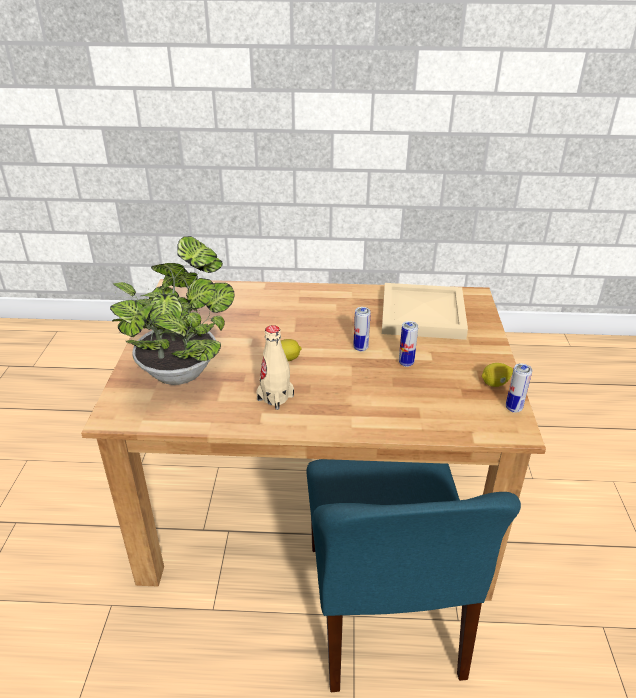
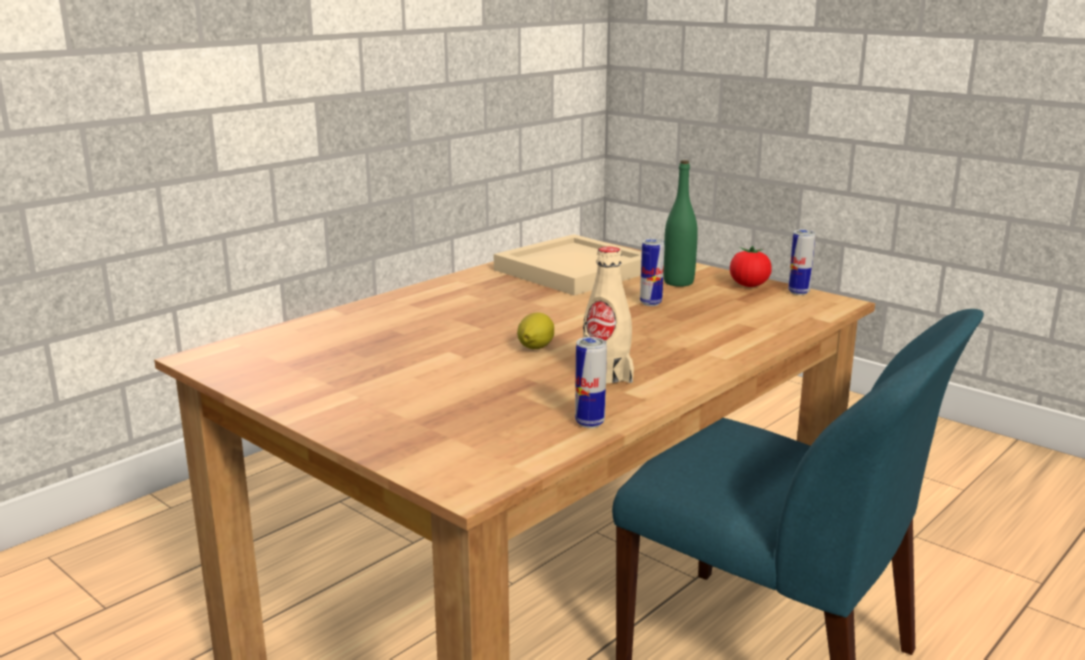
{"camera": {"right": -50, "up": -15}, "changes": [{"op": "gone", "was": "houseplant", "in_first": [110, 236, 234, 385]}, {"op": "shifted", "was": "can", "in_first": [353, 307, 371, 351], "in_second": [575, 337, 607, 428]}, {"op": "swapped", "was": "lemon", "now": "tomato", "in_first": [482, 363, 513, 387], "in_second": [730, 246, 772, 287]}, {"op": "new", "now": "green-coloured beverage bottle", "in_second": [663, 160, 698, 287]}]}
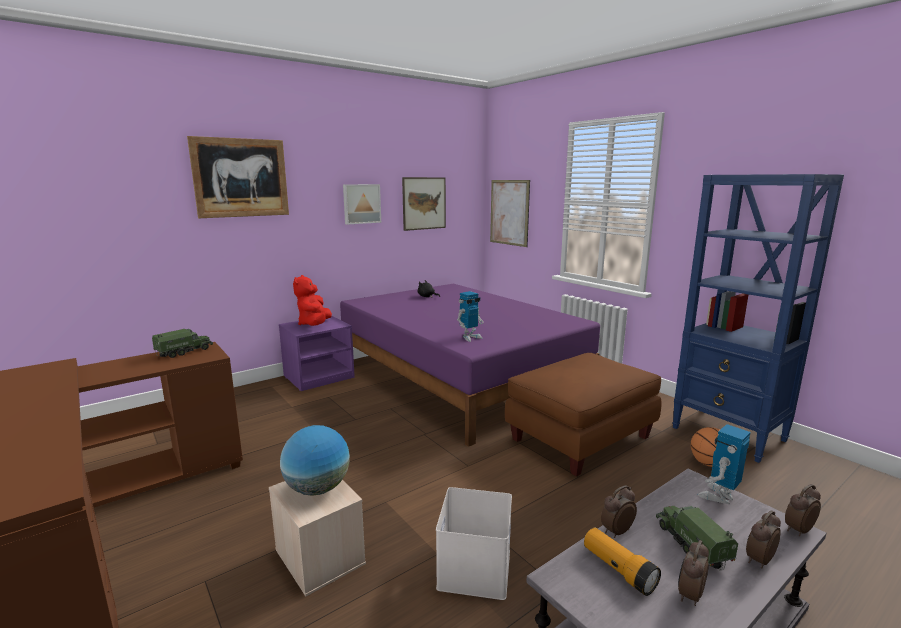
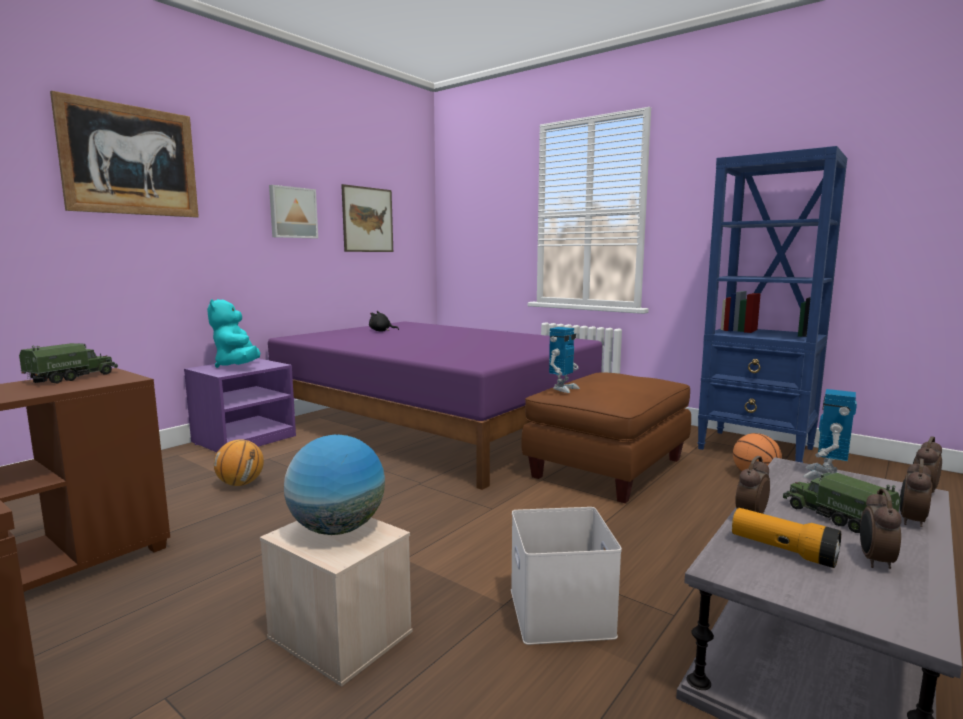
{"camera": {"right": -15, "up": -5}, "changes": [{"op": "gone", "was": "picture", "in_first": [490, 180, 530, 247]}, {"op": "repainted", "was": "reddish plush toy", "now": "turquoise plush toy", "in_first": [293, 275, 332, 326], "in_second": [207, 299, 260, 368]}, {"op": "shifted", "was": "model robot", "in_first": [457, 291, 484, 342], "in_second": [549, 327, 580, 393]}, {"op": "new", "now": "ball for basketball", "in_second": [214, 439, 264, 486]}]}
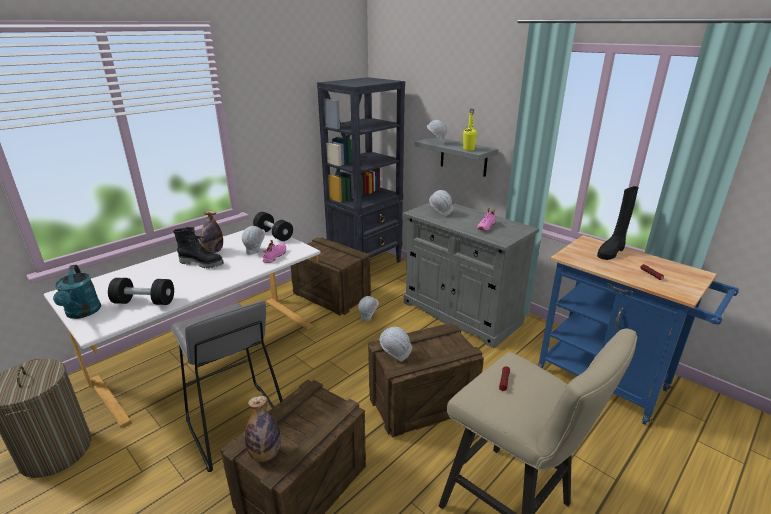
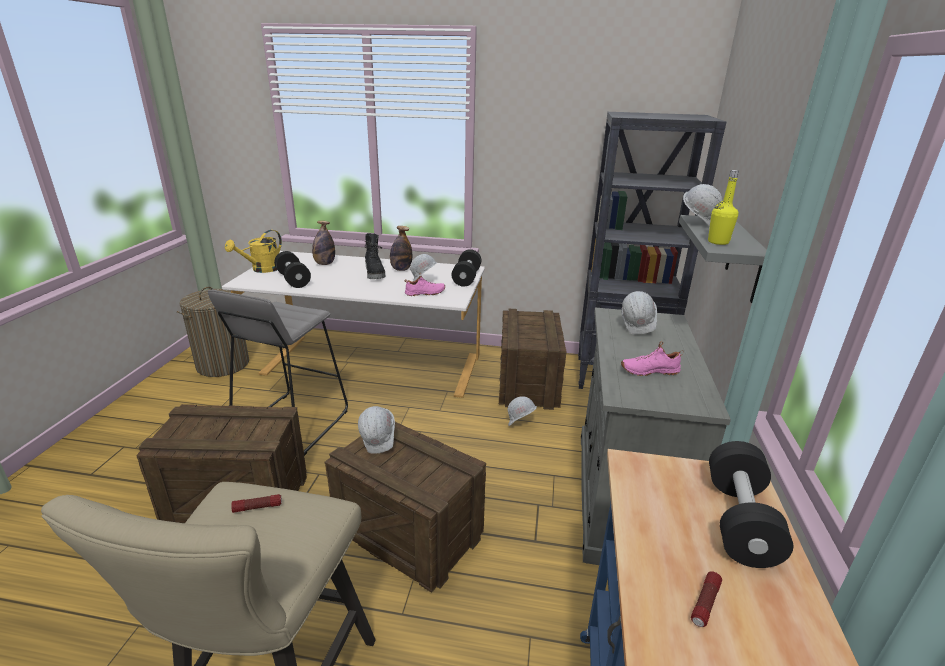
{"camera": {"right": 55, "up": 0}, "changes": [{"op": "swapped", "was": "blackish boot", "now": "blackish dumbbell", "in_first": [597, 186, 639, 260], "in_second": [709, 441, 793, 568]}, {"op": "repainted", "was": "turquoise watering pot", "now": "yellow-coloured watering pot", "in_first": [53, 265, 101, 319], "in_second": [225, 230, 282, 273]}, {"op": "shifted", "was": "beverage bottle", "in_first": [245, 396, 281, 462], "in_second": [312, 221, 335, 265]}]}
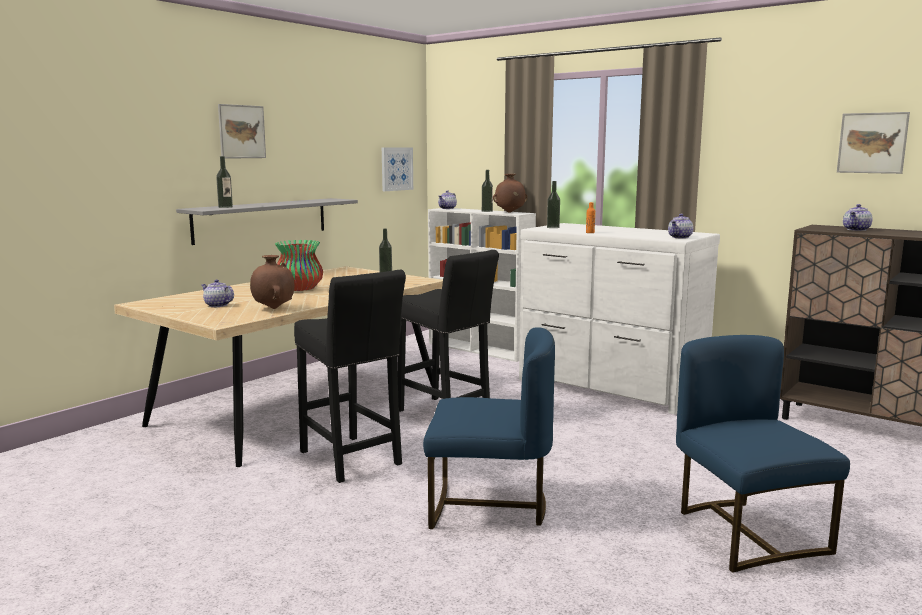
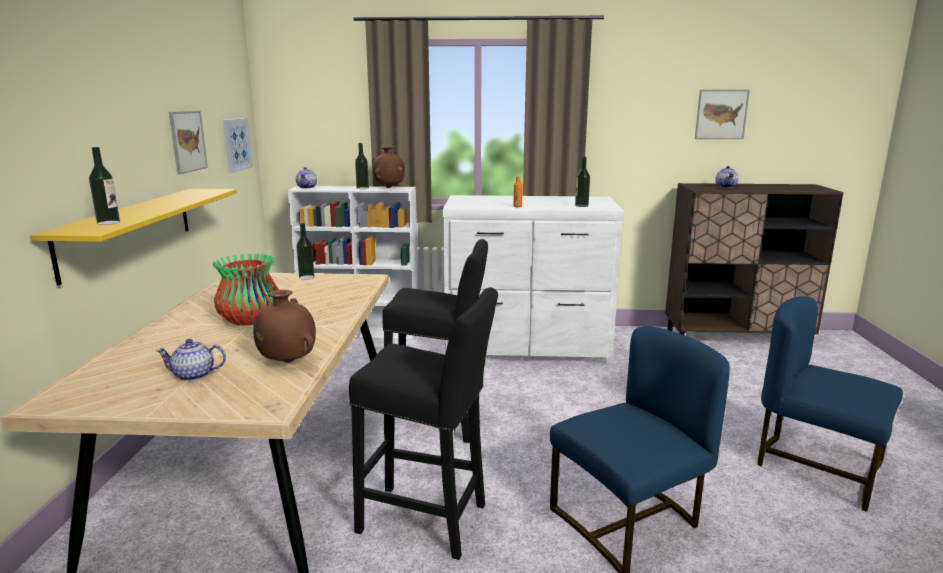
{"camera": {"right": -35, "up": 5}, "changes": [{"op": "shifted", "was": "picture", "in_first": [218, 104, 266, 159], "in_second": [169, 111, 208, 174]}, {"op": "shifted", "was": "beverage bottle", "in_first": [547, 181, 560, 228], "in_second": [575, 157, 590, 207]}, {"op": "repainted", "was": "grey shelf", "now": "yellow-coloured shelf", "in_first": [176, 198, 358, 245], "in_second": [30, 189, 237, 286]}, {"op": "gone", "was": "teapot", "in_first": [668, 214, 693, 239]}]}
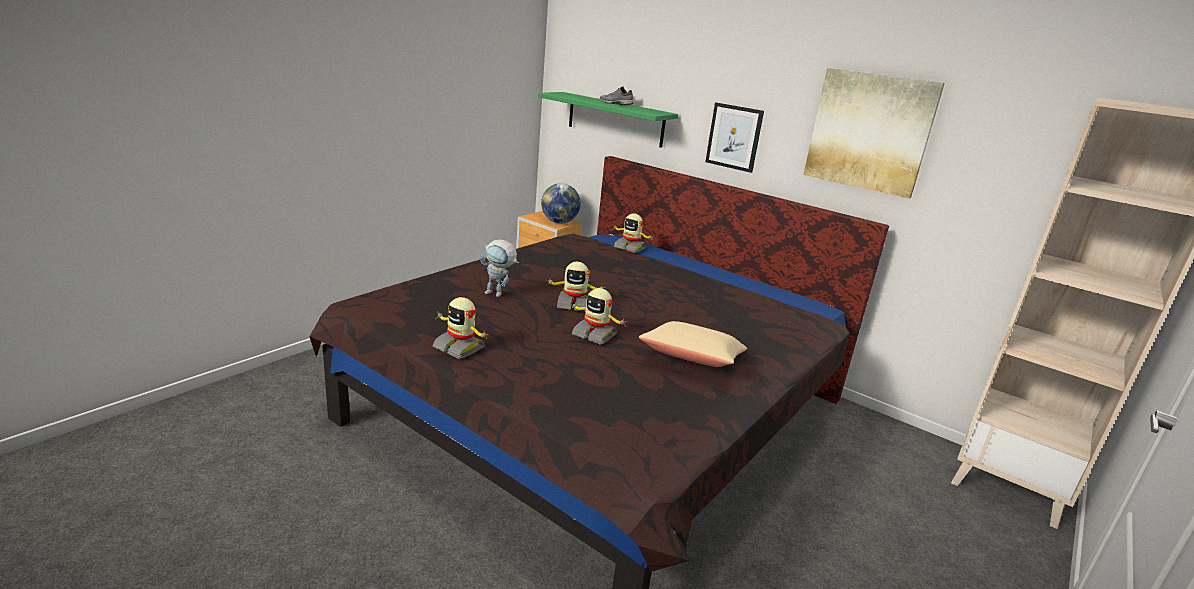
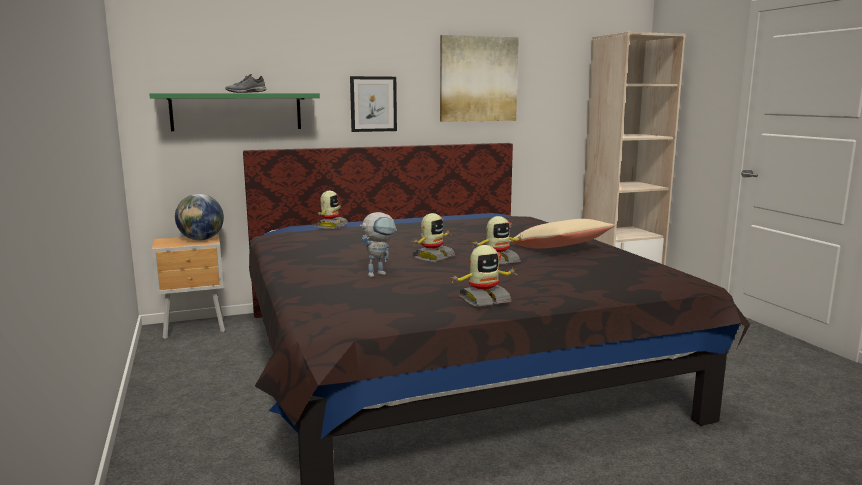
{"camera": {"right": -55, "up": -10}, "changes": [{"op": "rotated", "was": "model robot", "in_first": [612, 213, 652, 253], "in_second": [315, 191, 349, 229], "clockwise": -45}]}
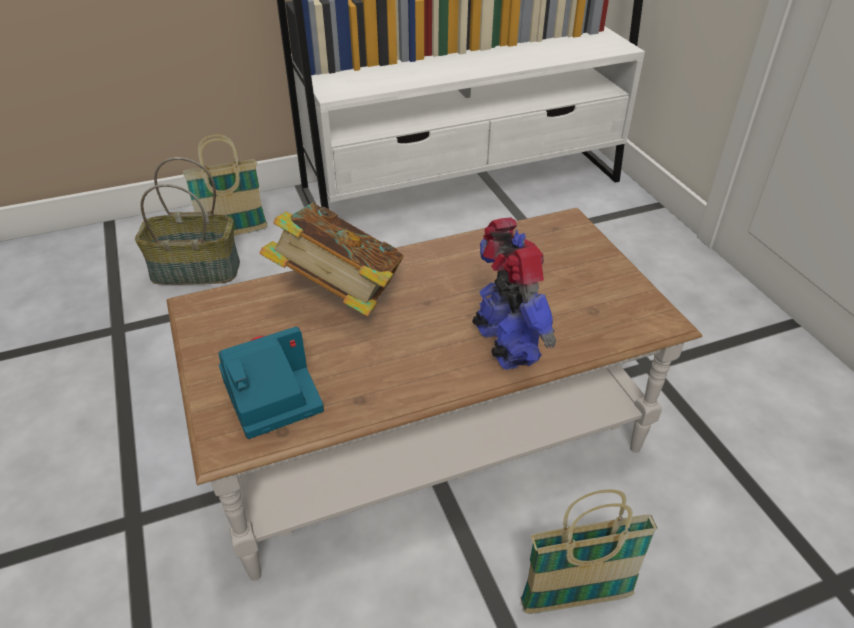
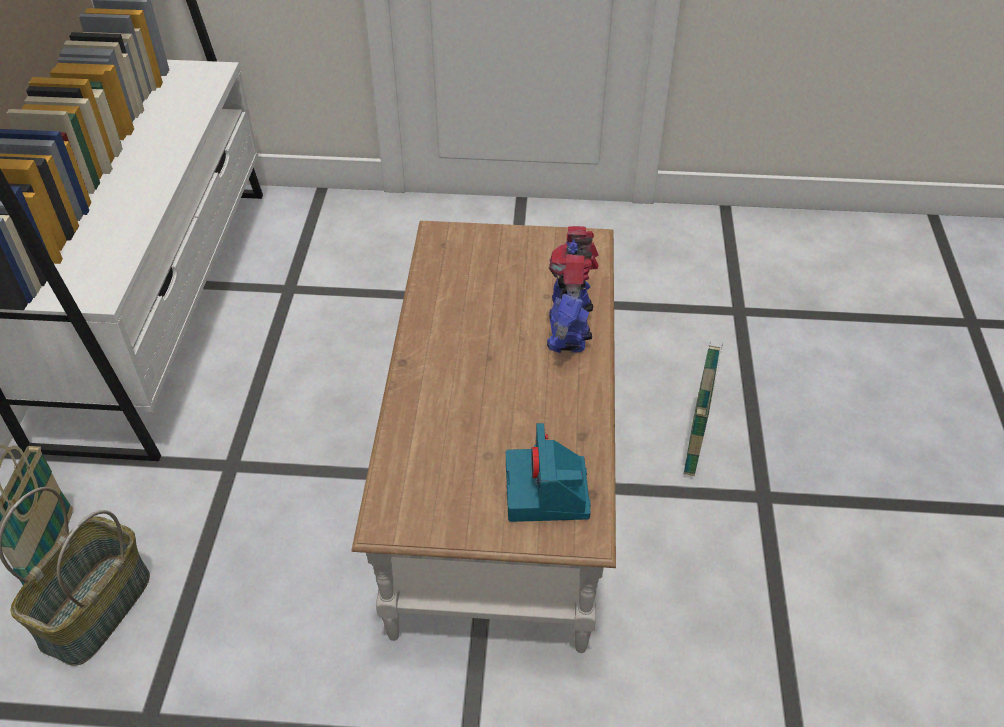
{"camera": {"right": -65, "up": 5}, "changes": [{"op": "gone", "was": "book", "in_first": [259, 203, 404, 317]}, {"op": "rotated", "was": "model robot", "in_first": [472, 217, 556, 370], "in_second": [547, 226, 599, 353], "clockwise": -90}]}
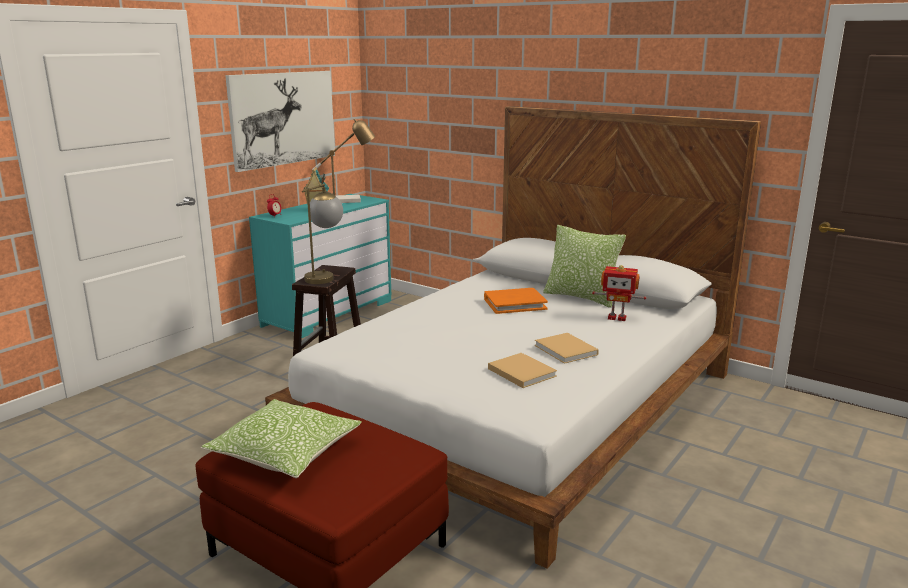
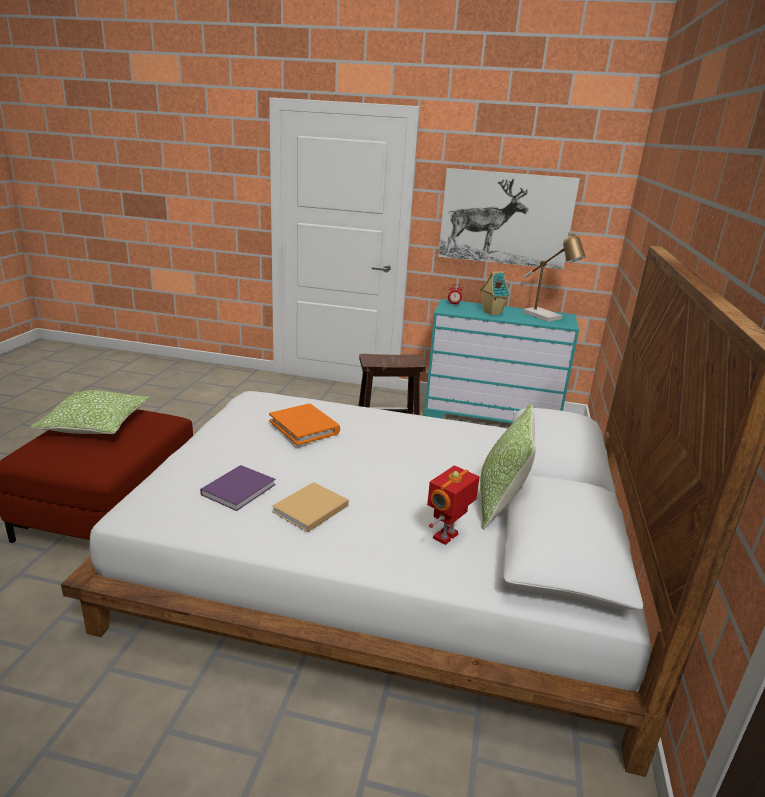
{"camera": {"right": 65, "up": 5}, "changes": [{"op": "gone", "was": "lamp for a table", "in_first": [302, 184, 343, 284]}, {"op": "rotated", "was": "model robot", "in_first": [592, 265, 646, 321], "in_second": [427, 465, 480, 545], "clockwise": 45}, {"op": "shifted", "was": "orangey book", "in_first": [484, 288, 548, 314], "in_second": [269, 403, 340, 445]}, {"op": "repainted", "was": "beige book", "now": "purple book", "in_first": [488, 353, 557, 388], "in_second": [200, 465, 276, 511]}]}
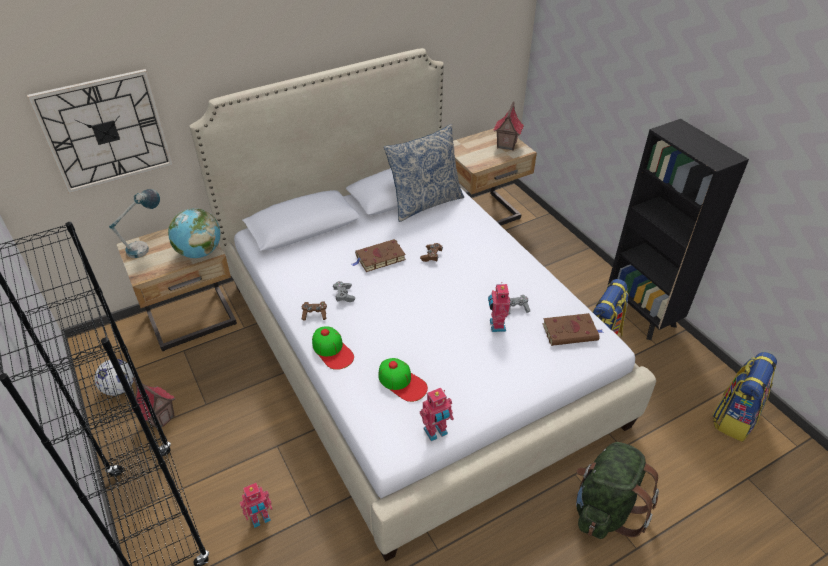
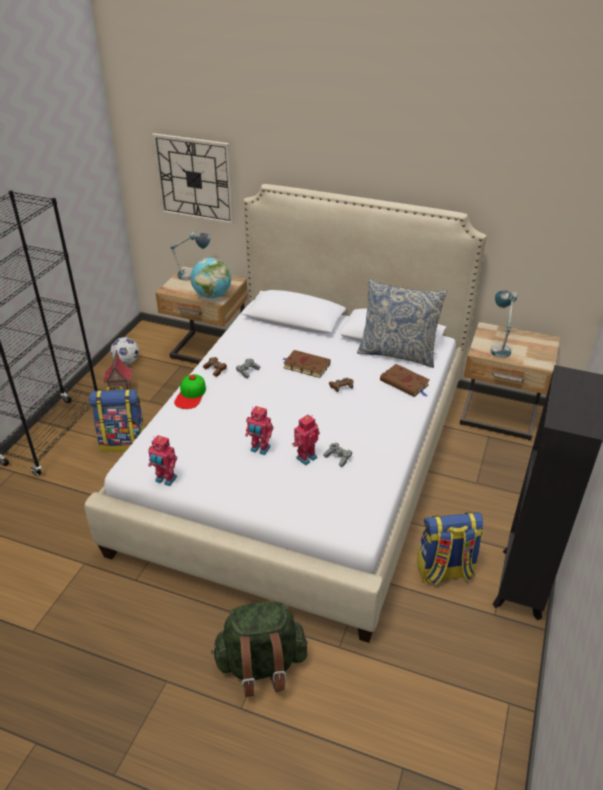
{"camera": {"right": 50, "up": -5}, "changes": [{"op": "gone", "was": "toy house", "in_first": [494, 101, 524, 151]}, {"op": "shifted", "was": "brown-coloured book", "in_first": [542, 313, 603, 346], "in_second": [380, 364, 429, 397]}, {"op": "shifted", "was": "rucksack", "in_first": [712, 352, 777, 442], "in_second": [89, 386, 145, 452]}, {"op": "gone", "was": "baseball cap", "in_first": [378, 358, 428, 402]}, {"op": "shifted", "was": "model robot", "in_first": [240, 483, 272, 528], "in_second": [245, 406, 273, 455]}, {"op": "new", "now": "lamp for a table", "in_second": [491, 291, 518, 358]}]}
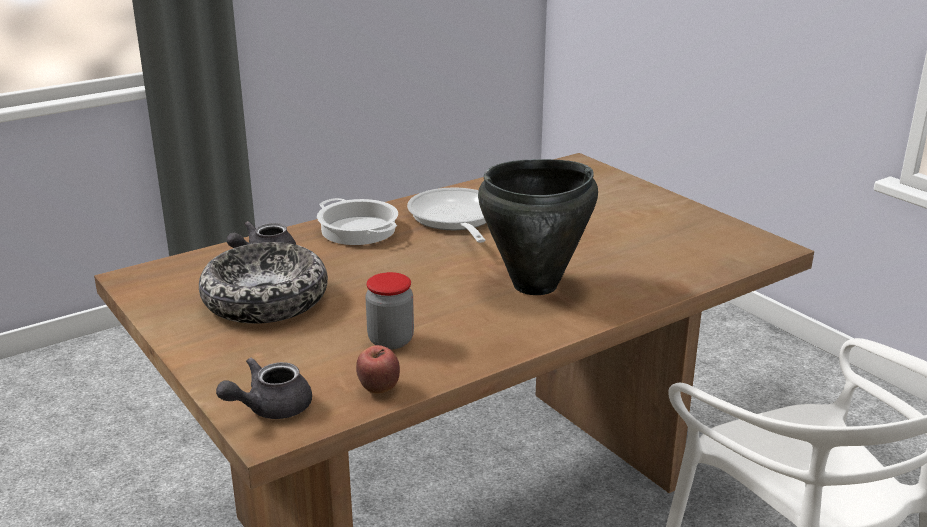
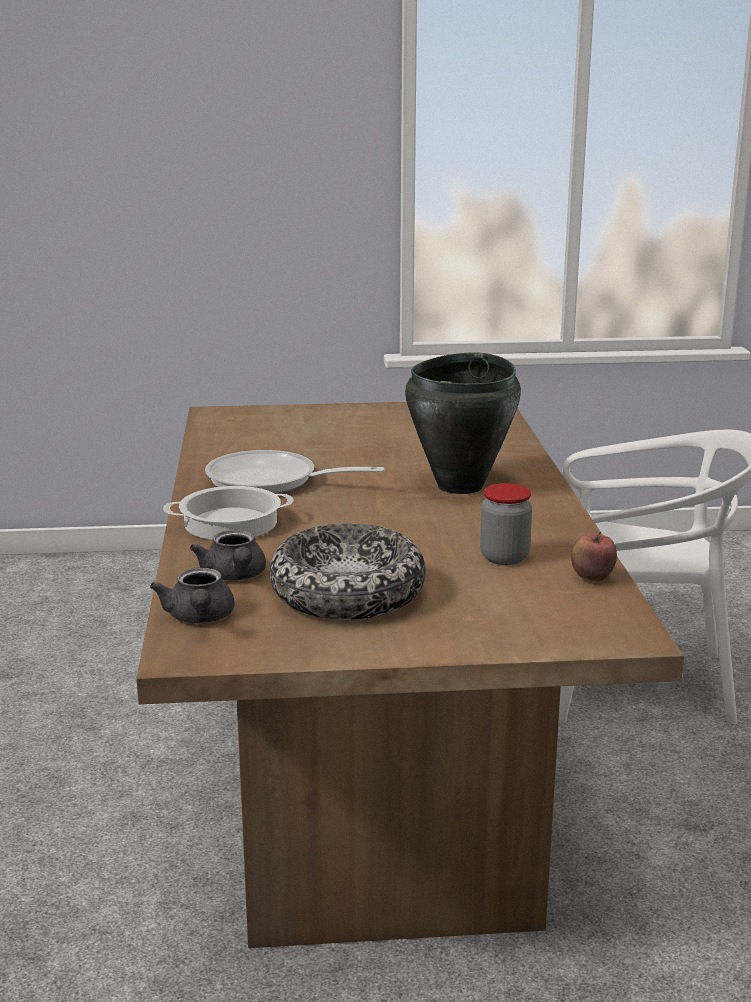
{"camera": {"right": -60, "up": -5}, "changes": [{"op": "shifted", "was": "grey teapot", "in_first": [216, 358, 312, 419], "in_second": [150, 568, 235, 623]}]}
